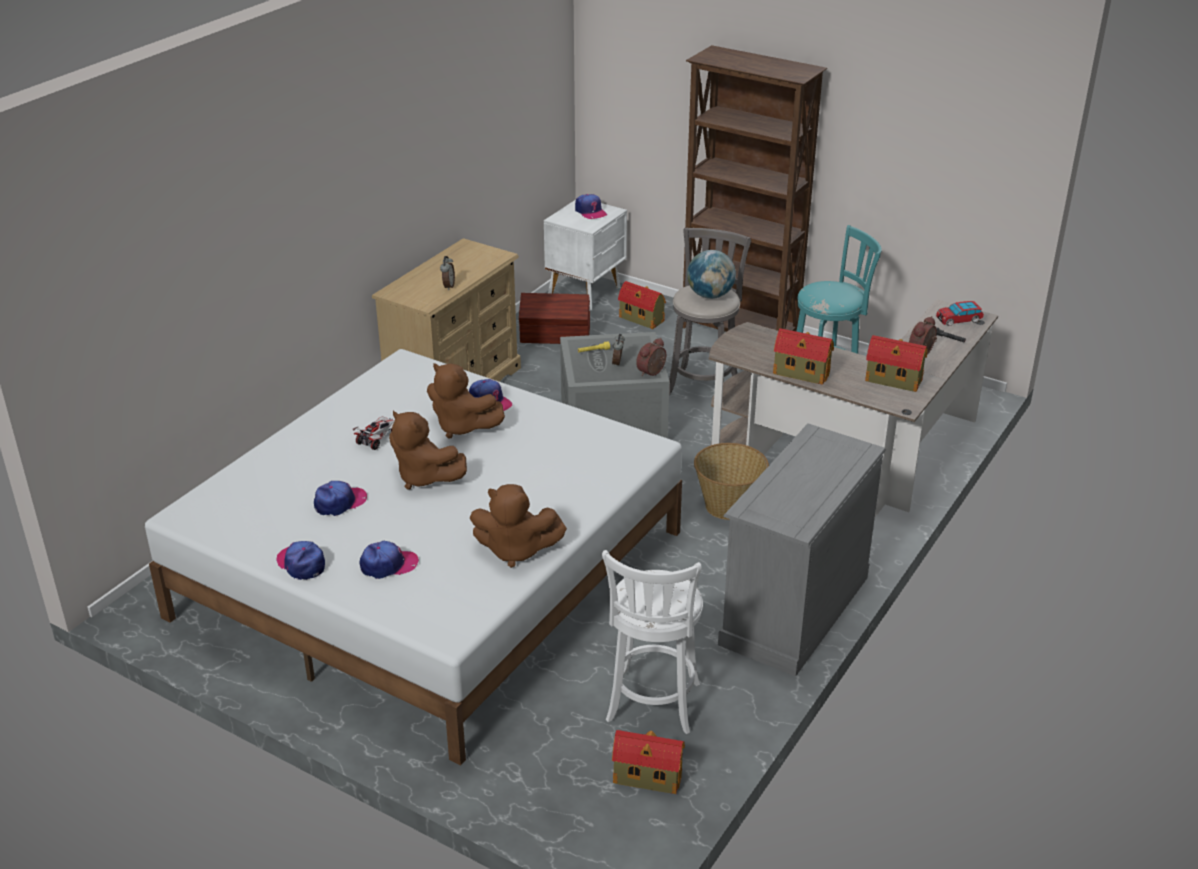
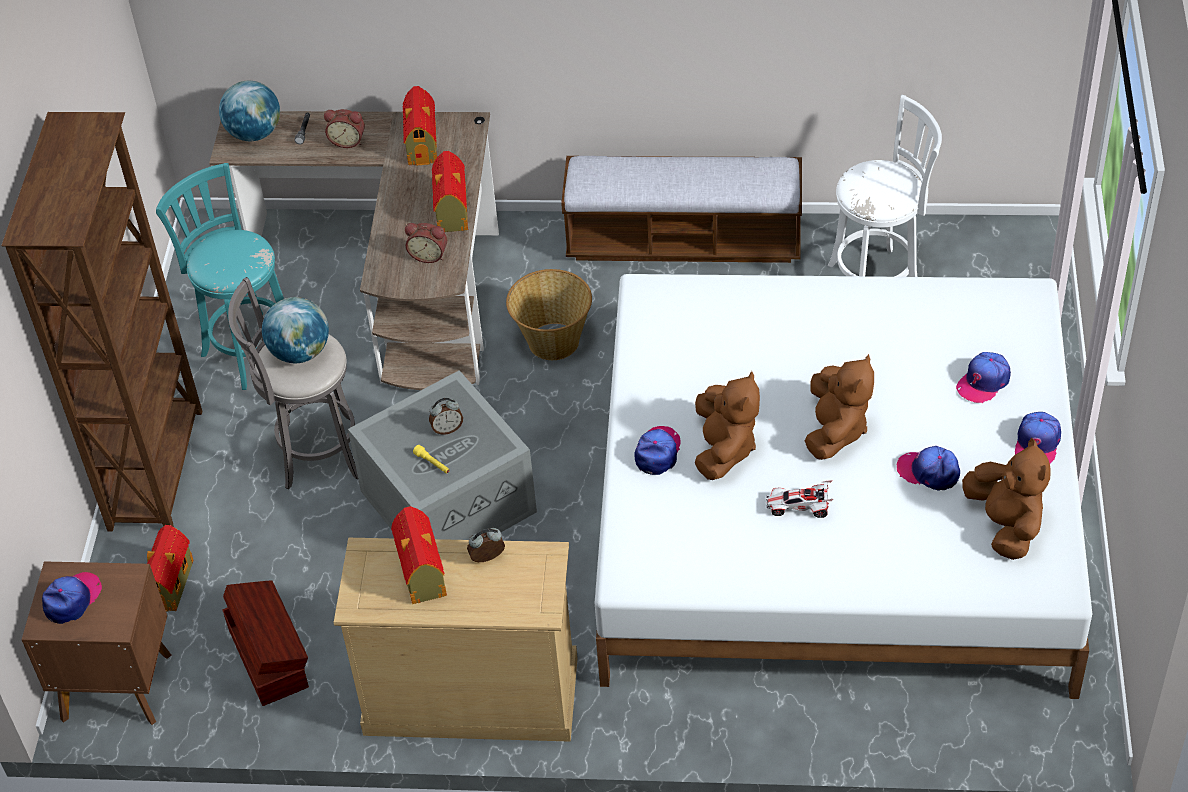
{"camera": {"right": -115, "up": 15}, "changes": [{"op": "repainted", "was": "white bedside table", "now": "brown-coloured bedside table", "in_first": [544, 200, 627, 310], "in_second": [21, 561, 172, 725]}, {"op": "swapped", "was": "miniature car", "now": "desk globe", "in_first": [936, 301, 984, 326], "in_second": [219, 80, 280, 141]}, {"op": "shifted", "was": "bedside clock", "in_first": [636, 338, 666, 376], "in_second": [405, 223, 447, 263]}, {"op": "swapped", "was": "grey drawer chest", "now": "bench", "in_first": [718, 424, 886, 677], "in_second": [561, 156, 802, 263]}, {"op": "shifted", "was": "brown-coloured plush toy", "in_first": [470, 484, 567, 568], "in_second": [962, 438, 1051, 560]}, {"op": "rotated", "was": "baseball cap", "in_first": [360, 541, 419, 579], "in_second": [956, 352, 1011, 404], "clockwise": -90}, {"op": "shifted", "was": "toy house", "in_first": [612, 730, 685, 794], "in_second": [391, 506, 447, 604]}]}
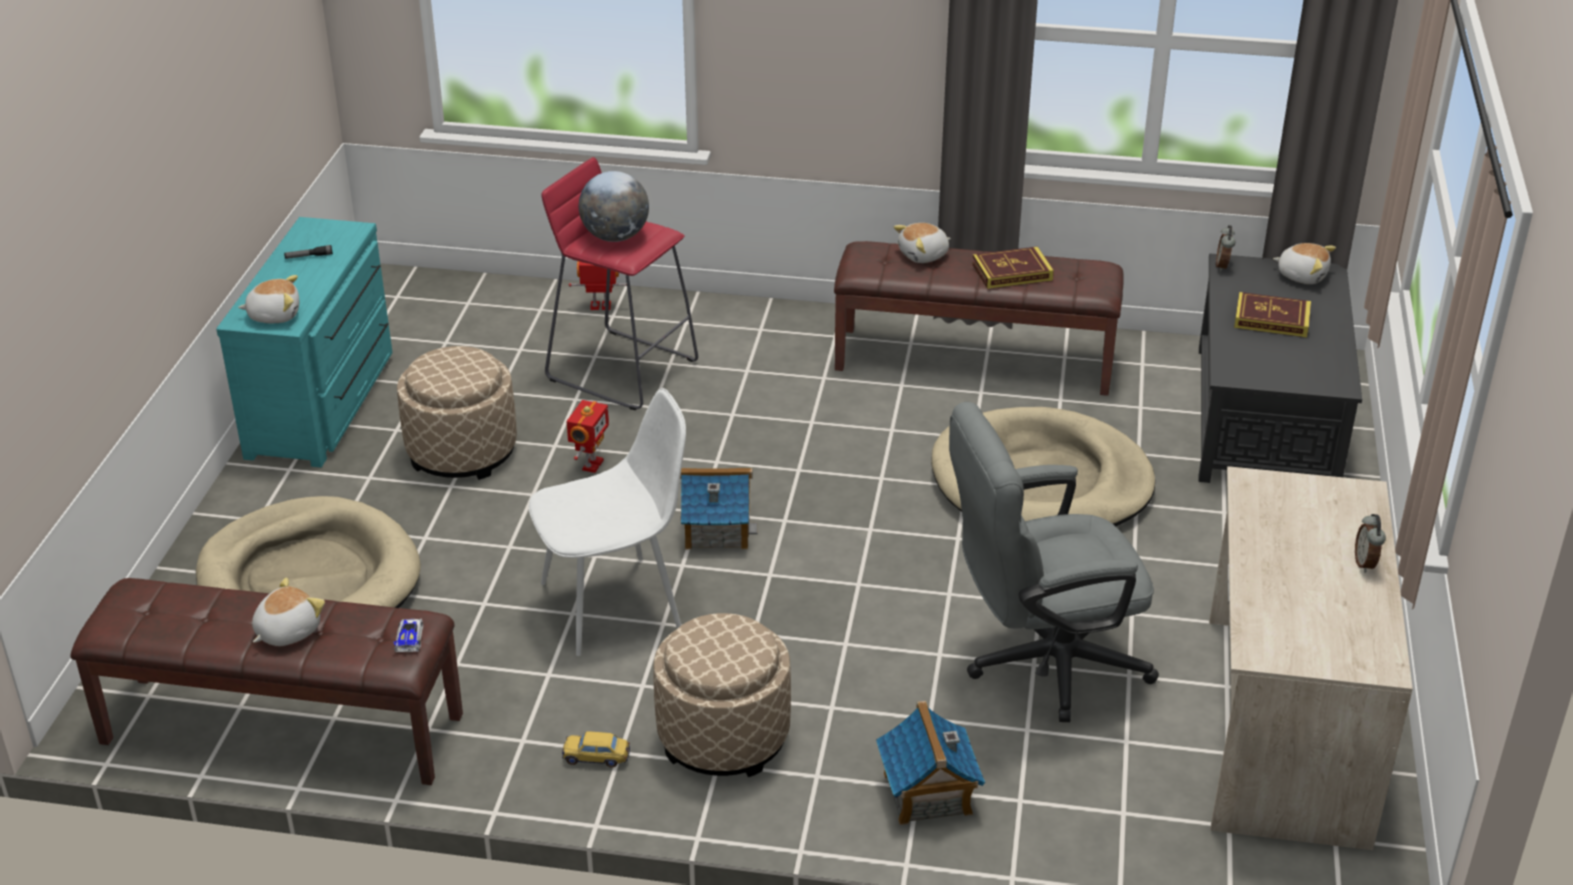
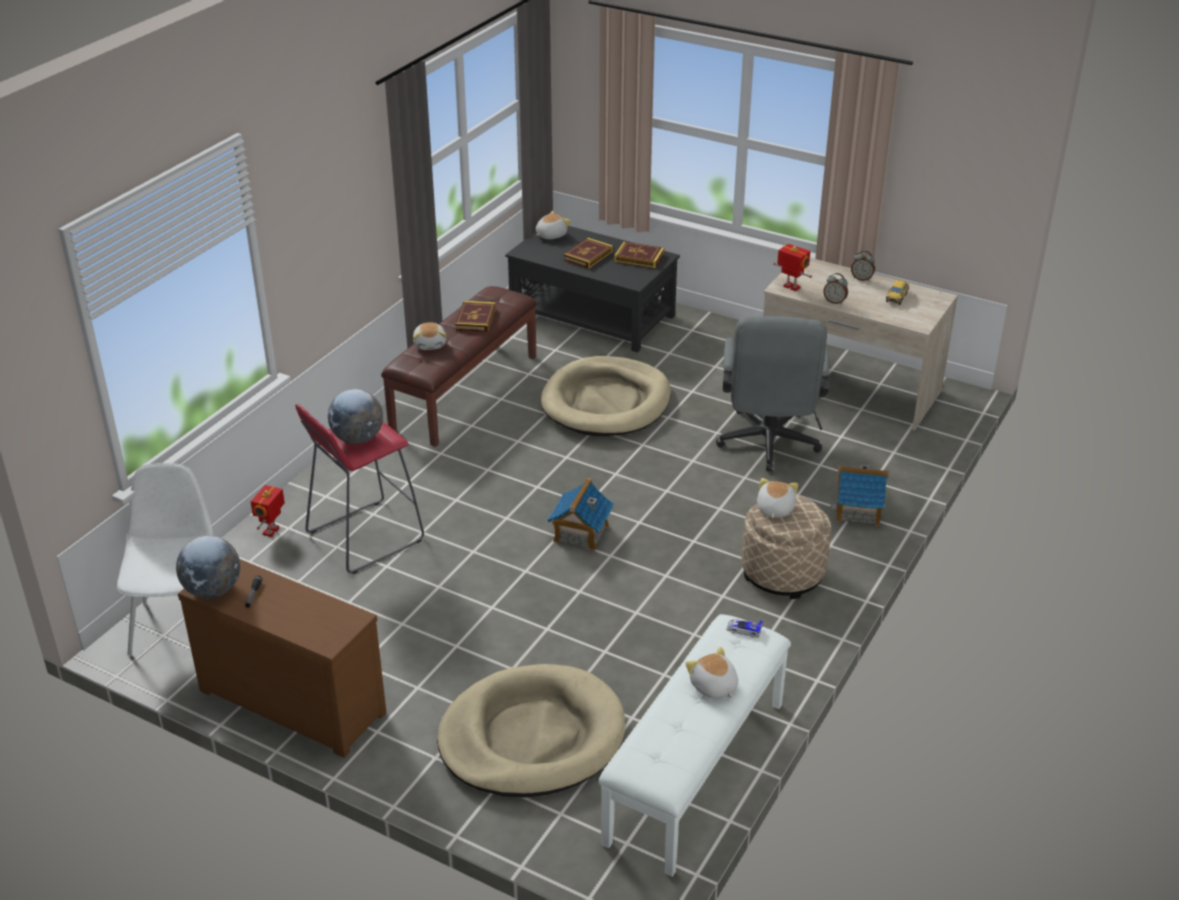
{"camera": {"right": -70, "up": 0}, "changes": [{"op": "repainted", "was": "turquoise drawer chest", "now": "brown-coloured drawer chest", "in_first": [216, 217, 393, 468], "in_second": [178, 559, 386, 758]}, {"op": "shifted", "was": "bedside clock", "in_first": [1216, 225, 1235, 271], "in_second": [824, 273, 848, 304]}, {"op": "shifted", "was": "plush toy", "in_first": [238, 275, 299, 323], "in_second": [757, 478, 798, 518]}, {"op": "gone", "was": "beige ottoman", "in_first": [397, 346, 517, 480]}, {"op": "shifted", "was": "white chair", "in_first": [529, 388, 686, 656], "in_second": [117, 463, 213, 656]}, {"op": "shifted", "was": "model robot", "in_first": [566, 400, 609, 473], "in_second": [773, 244, 812, 291]}, {"op": "repainted", "was": "brown-coloured bench", "now": "white bench", "in_first": [71, 578, 463, 785], "in_second": [598, 614, 791, 877]}, {"op": "shifted", "was": "miniature car", "in_first": [562, 731, 630, 768], "in_second": [886, 280, 909, 305]}, {"op": "new", "now": "book", "in_second": [614, 242, 664, 268]}, {"op": "new", "now": "desk globe", "in_second": [176, 536, 240, 598]}]}
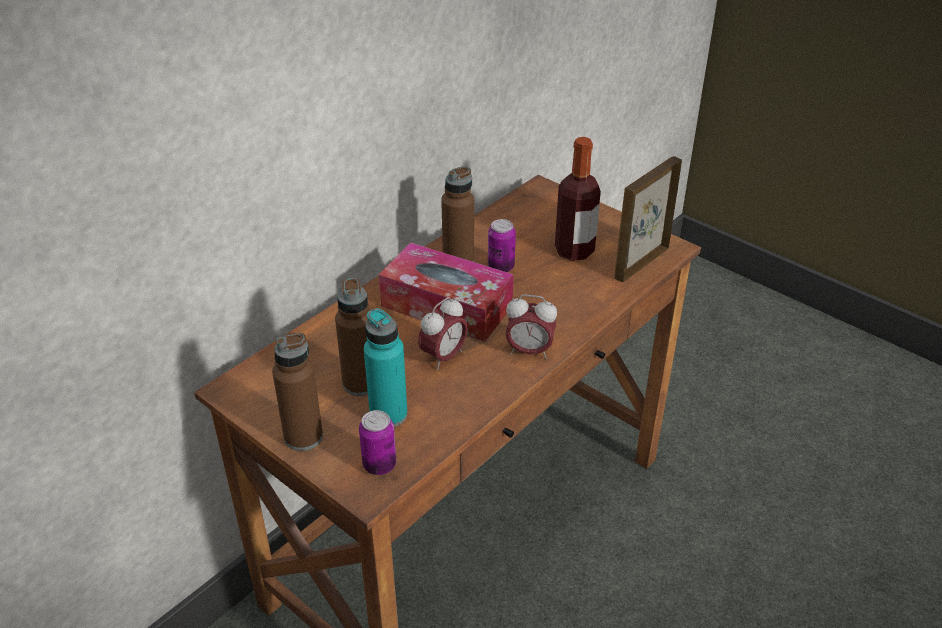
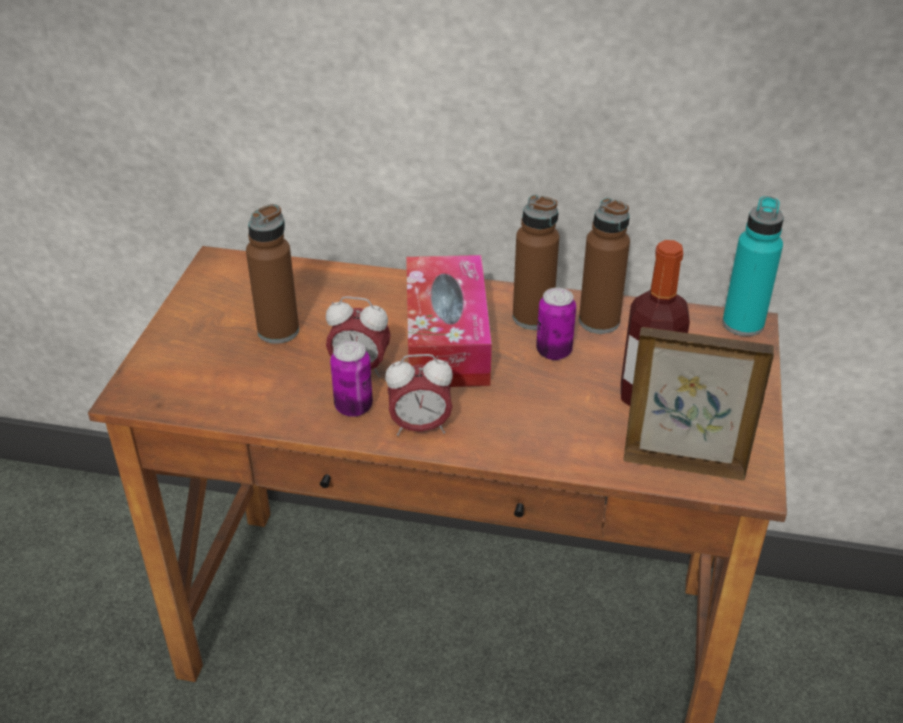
{"camera": {"right": 60, "up": 0}, "changes": [{"op": "rotated", "was": "bedside clock", "in_first": [505, 294, 557, 359], "in_second": [385, 354, 453, 436], "clockwise": -75}, {"op": "shifted", "was": "turquoise beverage bottle", "in_first": [364, 308, 408, 427], "in_second": [722, 196, 784, 336]}, {"op": "shifted", "was": "brown-coloured beverage bottle", "in_first": [272, 333, 323, 451], "in_second": [579, 198, 630, 334]}, {"op": "shifted", "was": "can", "in_first": [359, 410, 396, 475], "in_second": [330, 341, 373, 417]}]}
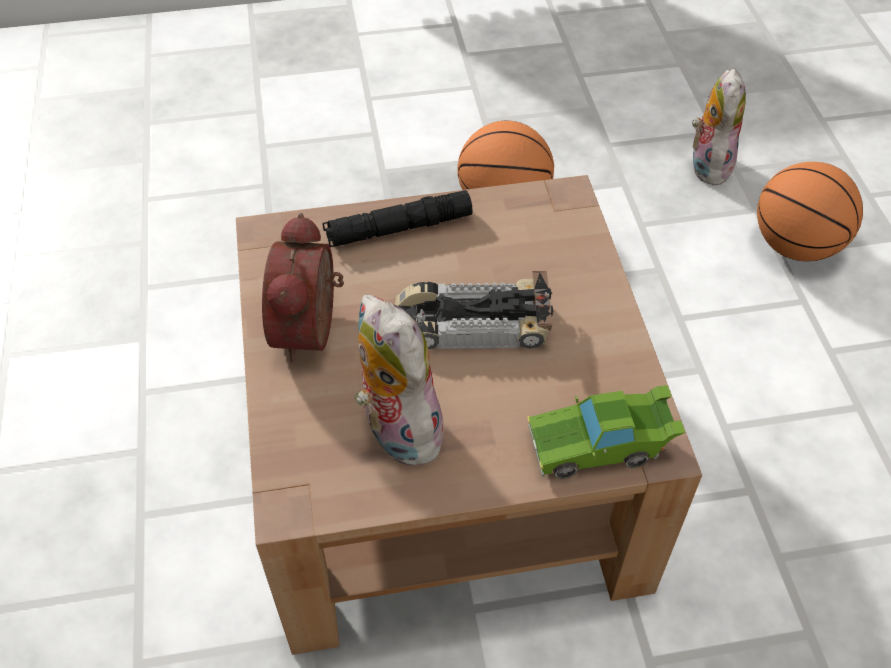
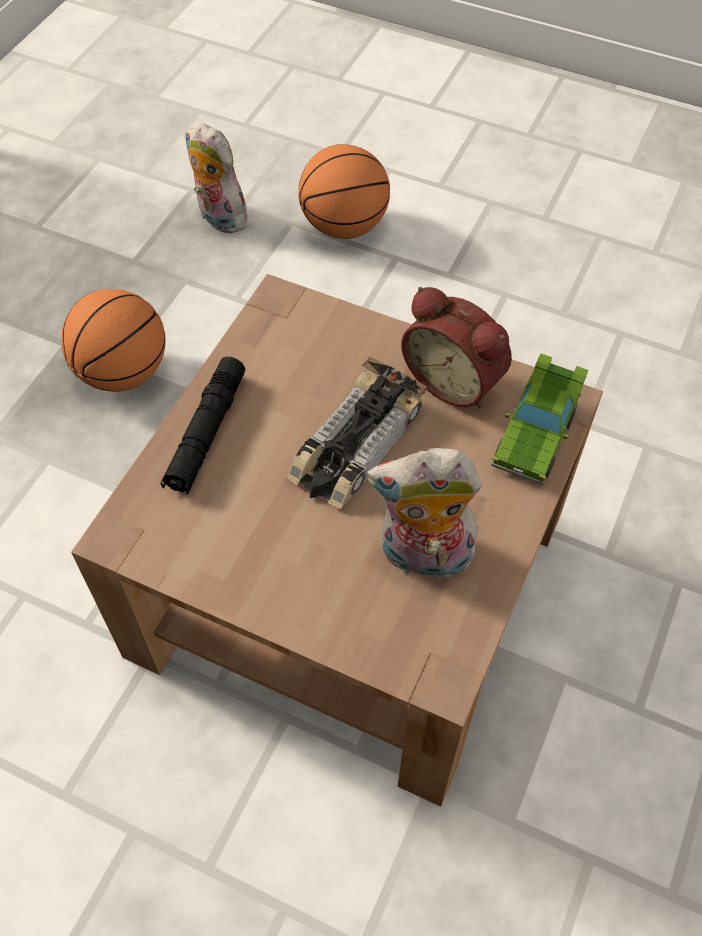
{"camera": {"right": -55, "up": 5}, "changes": [{"op": "shifted", "was": "bedside clock", "in_first": [262, 213, 344, 363], "in_second": [401, 287, 512, 408]}]}
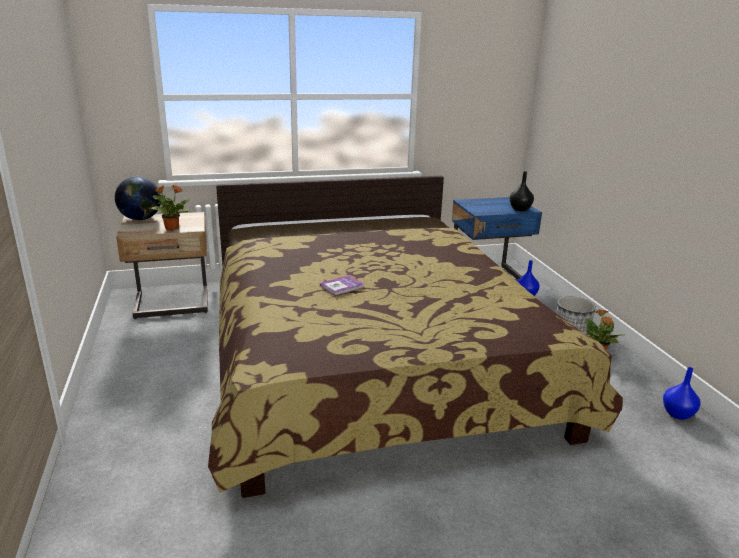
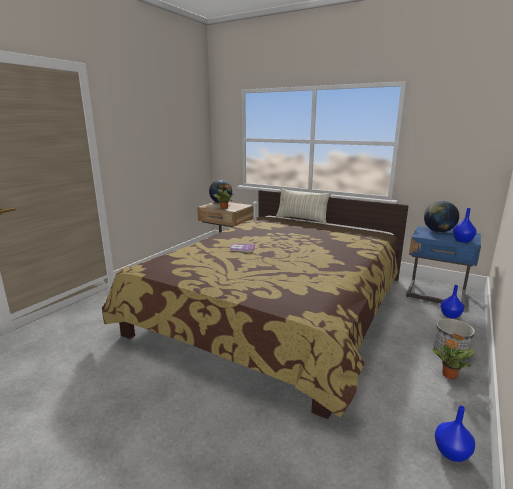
{"camera": {"right": 45, "up": -5}, "changes": [{"op": "repainted", "was": "blackish decorative vase", "now": "blue-coloured decorative vase", "in_first": [510, 171, 534, 211], "in_second": [453, 208, 477, 243]}, {"op": "new", "now": "throw pillow", "in_second": [276, 188, 331, 224]}, {"op": "new", "now": "desk globe", "in_second": [424, 201, 459, 232]}]}
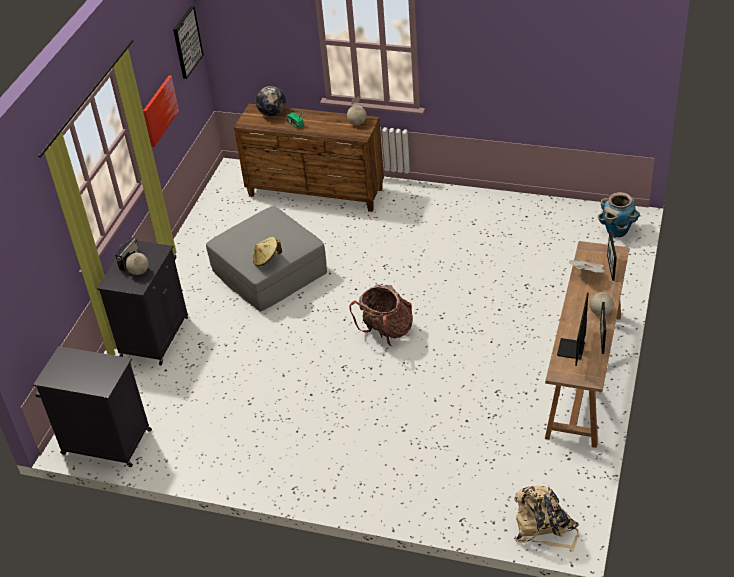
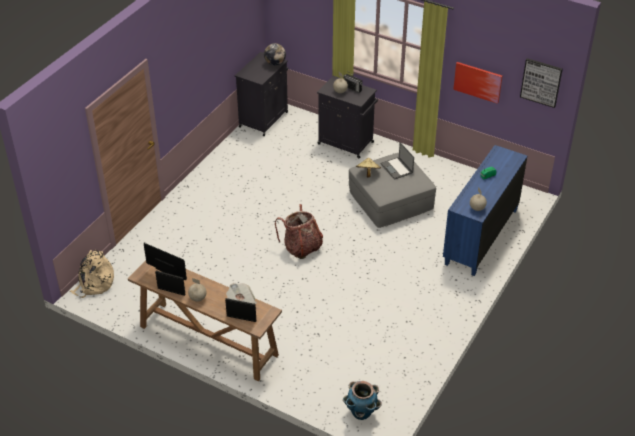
{"camera": {"right": 100, "up": 0}, "changes": [{"op": "shifted", "was": "desk globe", "in_first": [256, 86, 286, 116], "in_second": [264, 43, 286, 66]}, {"op": "repainted", "was": "brown-coloured drawer chest", "now": "blue-coloured drawer chest", "in_first": [234, 104, 384, 212], "in_second": [443, 145, 527, 276]}, {"op": "new", "now": "notebook computer", "in_second": [381, 142, 414, 180]}]}
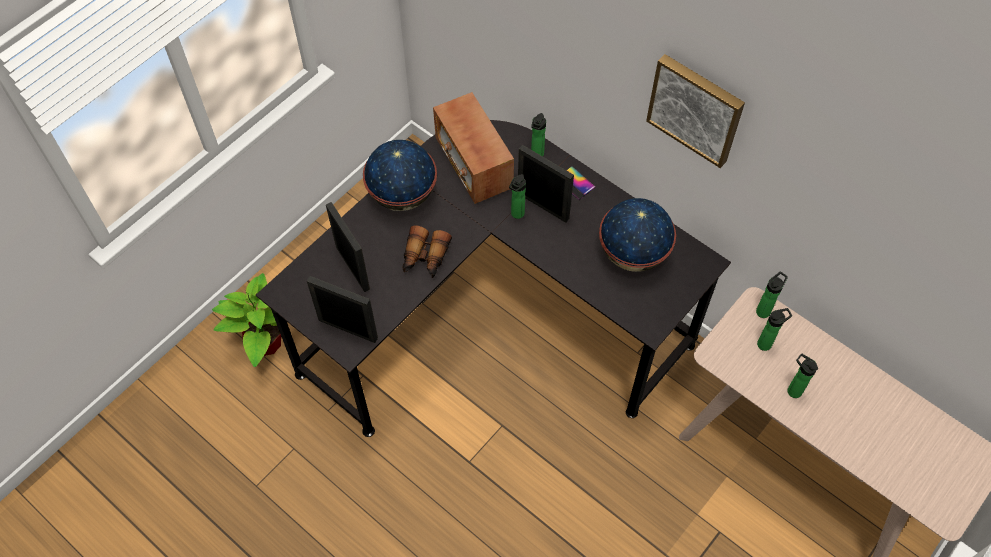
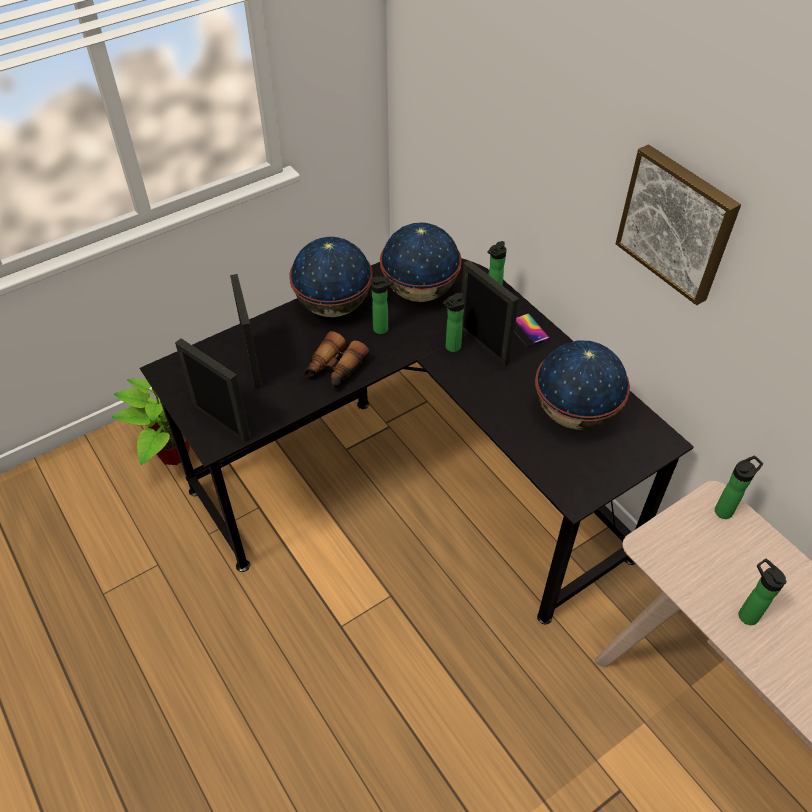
{"camera": {"right": 15, "up": -10}, "changes": [{"op": "swapped", "was": "radio set", "now": "desk globe", "in_first": [433, 92, 514, 204], "in_second": [380, 222, 462, 302]}, {"op": "shifted", "was": "beverage bottle", "in_first": [757, 308, 792, 351], "in_second": [371, 276, 394, 334]}]}
